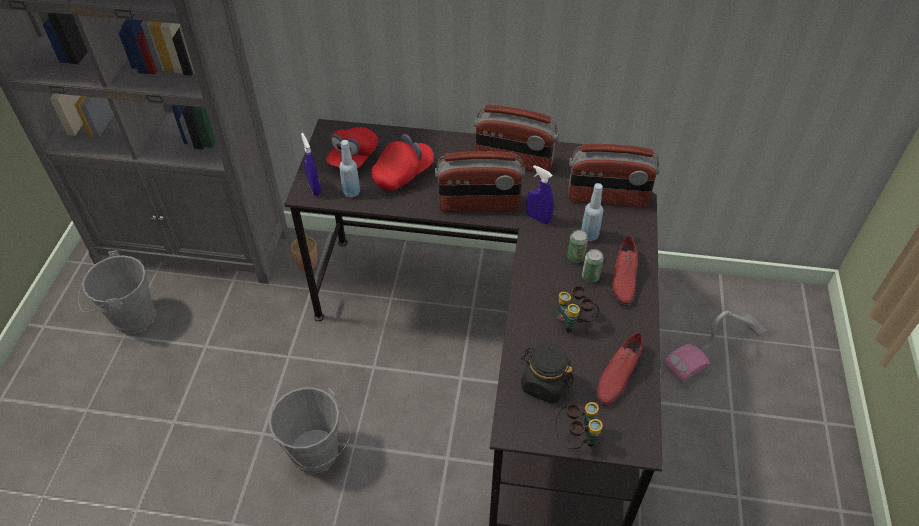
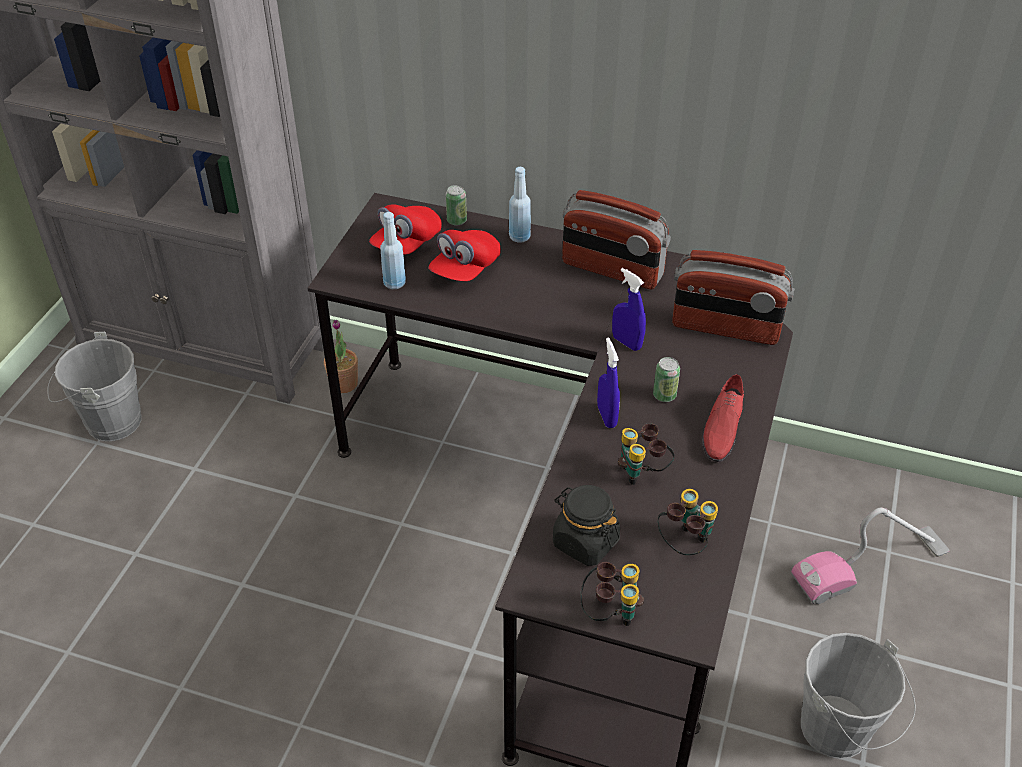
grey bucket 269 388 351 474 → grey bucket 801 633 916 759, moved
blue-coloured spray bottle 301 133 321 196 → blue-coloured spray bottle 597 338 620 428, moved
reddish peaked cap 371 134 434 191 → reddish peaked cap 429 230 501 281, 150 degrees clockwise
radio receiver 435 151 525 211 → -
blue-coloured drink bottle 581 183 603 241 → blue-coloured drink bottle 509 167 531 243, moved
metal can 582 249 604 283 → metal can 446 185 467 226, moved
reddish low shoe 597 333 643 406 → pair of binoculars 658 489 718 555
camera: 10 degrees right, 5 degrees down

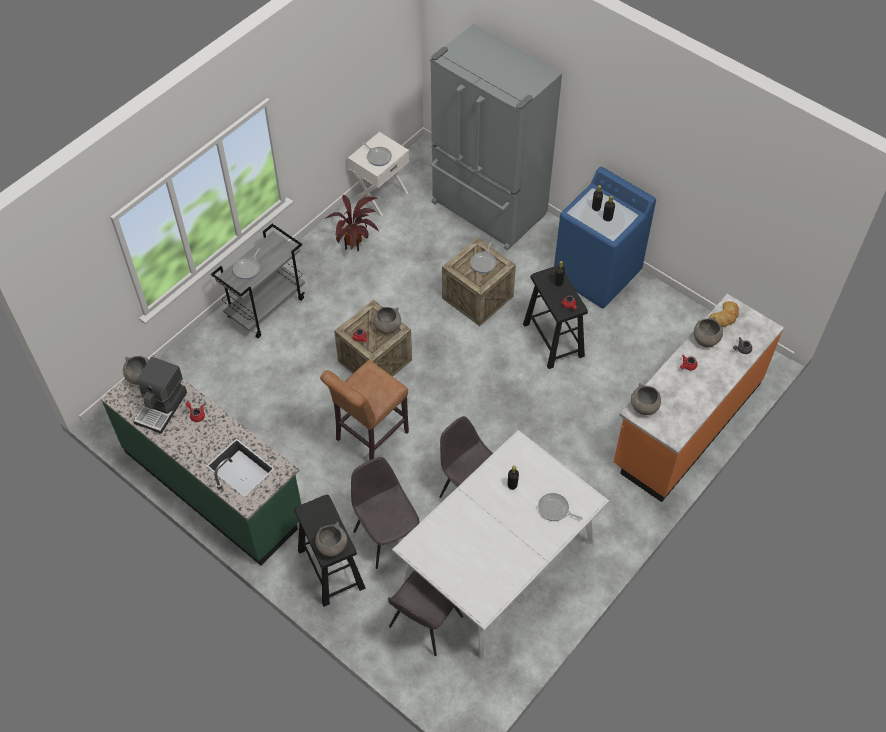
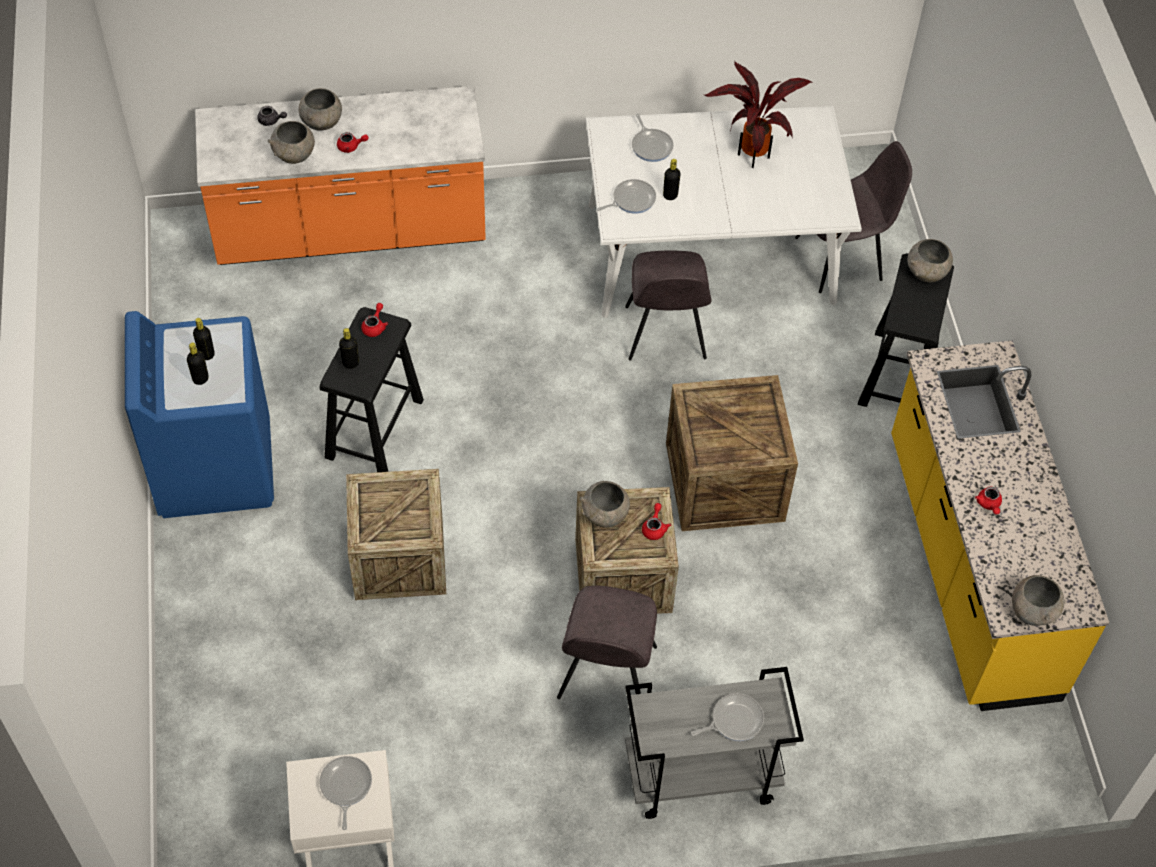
greenish counter 101 355 302 565 → yellow-coloured counter 891 340 1109 711
coffee maker 133 357 187 434 → -
brown sitting stool 320 360 409 460 → shipping crate 666 375 798 531
houseplant 326 194 379 251 → houseplant 704 62 813 168, moved
grey plain chair 351 457 419 569 → grey plain chair 557 586 657 699, moved
grey fridge 430 24 562 251 → -
skillet 470 242 496 273 → skillet 597 179 656 214, moved
grey deep dish 631 383 661 415 → grey deep dish 299 88 342 130, moved
bakery bread 709 301 739 327 → -
camera: 140 degrees left, 0 degrees up

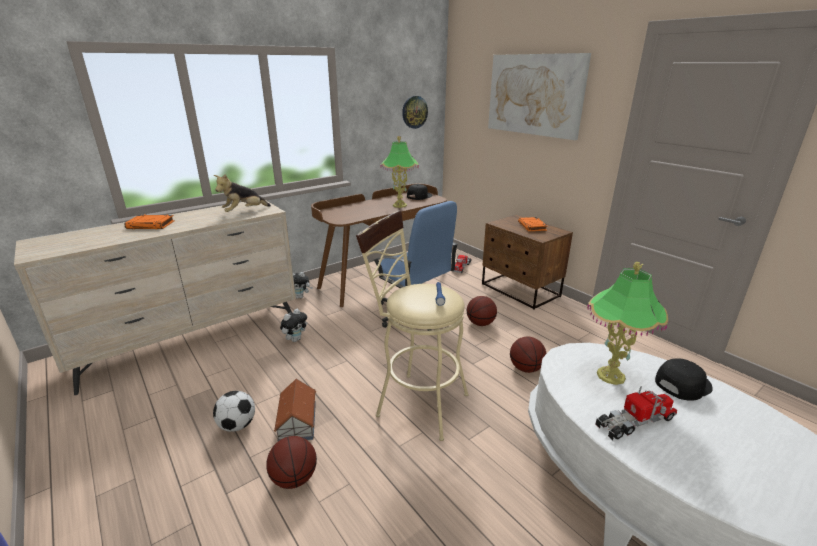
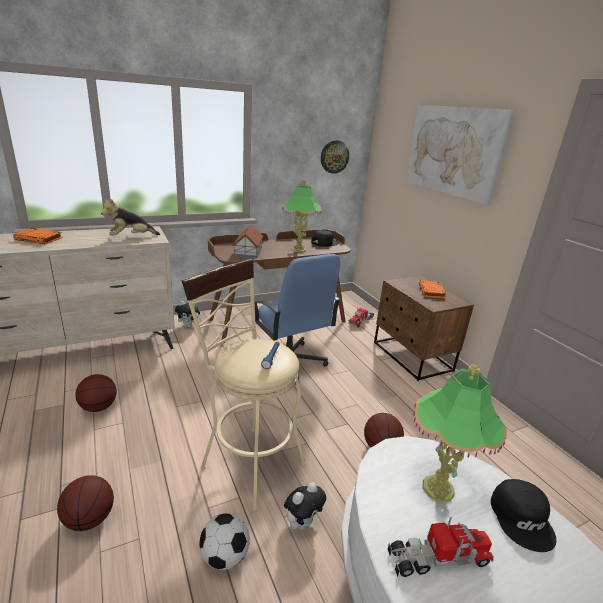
football ball 213 391 255 432 → football ball 200 513 250 570, moved
toy house 274 379 316 441 → toy house 232 224 264 259, moved
soft toy 280 309 307 342 → soft toy 284 482 326 530, moved
basketball ball 467 296 497 326 → basketball ball 75 374 117 412, moved
black peaked cap 655 358 713 401 → black peaked cap 491 479 556 552, 105 degrees clockwise
camera: 10 degrees right, 0 degrees up

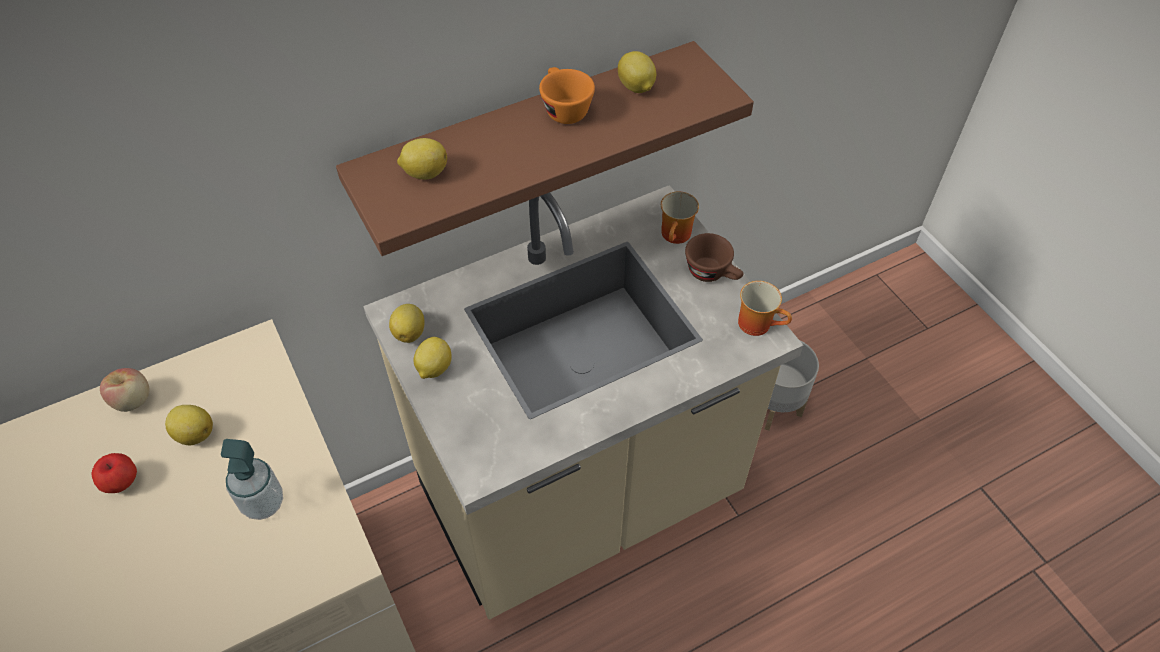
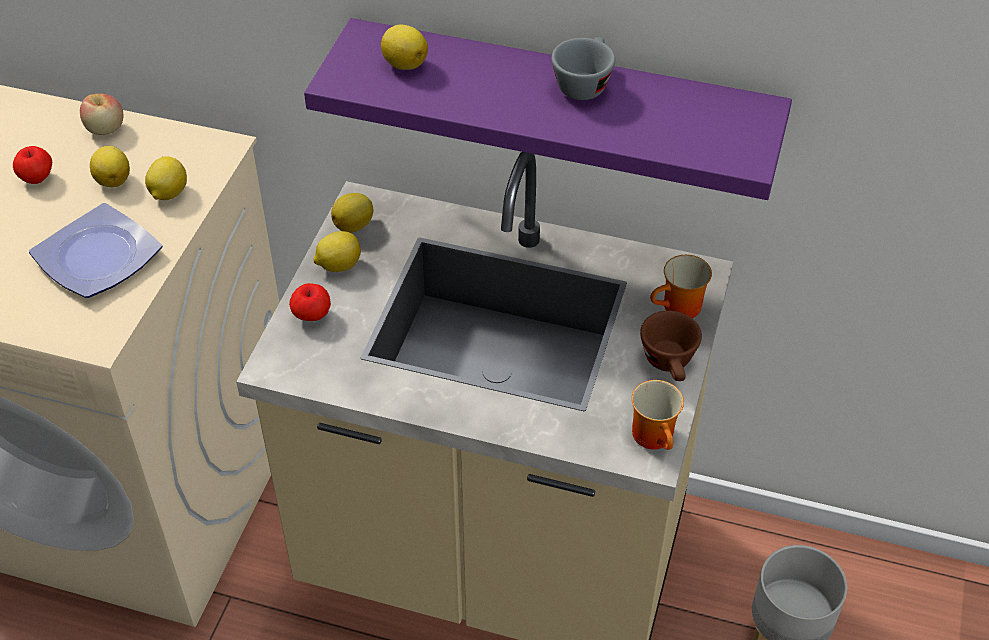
soap bottle 221 439 283 520 → dinner plate 29 203 162 298
brown bracket shelf 336 41 754 256 → purple-coloured bracket shelf 304 18 792 200
orangey small cup 539 67 595 124 → grey small cup 551 37 615 100
citrus fruit 618 51 656 93 → citrus fruit 145 156 187 200, moved
- → apple fruit 289 283 331 321
camera: 45 degrees right, 5 degrees down

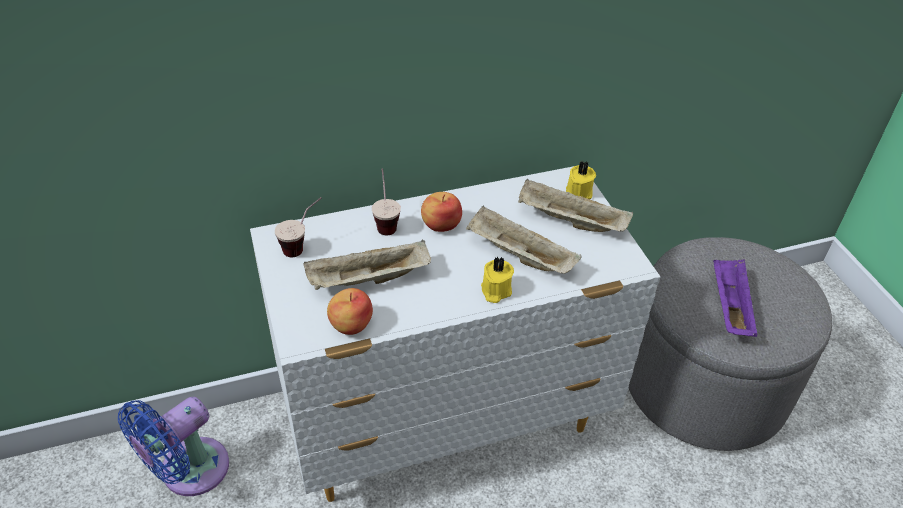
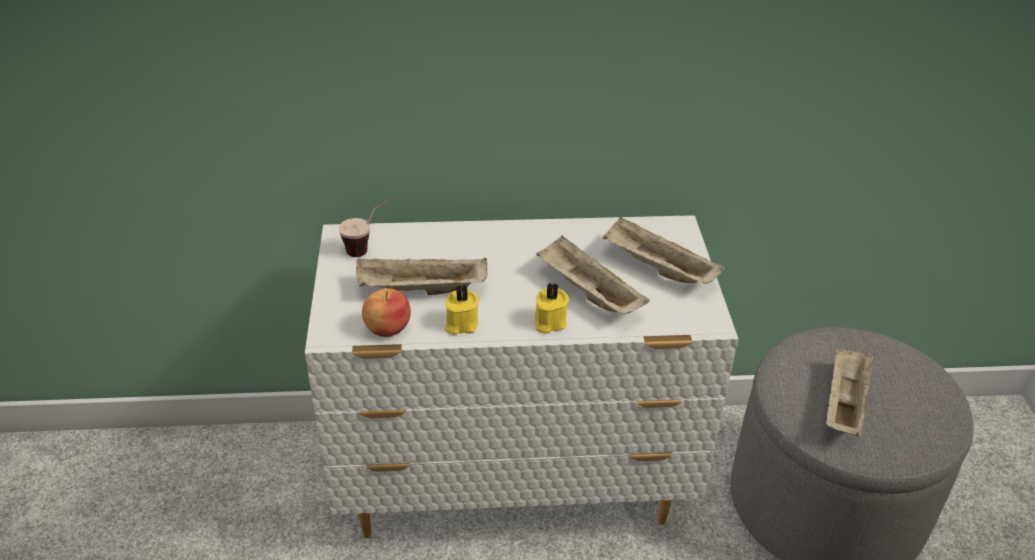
blue-coloured cooling fan 118 397 229 496 → -
small cup 372 168 401 235 → -
apple fruit 421 192 462 232 → -
yellow-coloured candle 566 161 596 199 → yellow-coloured candle 444 284 479 335, moved
purple-coloured carrying tray 713 259 757 337 → beige-coloured carrying tray 826 347 875 437
camera: 15 degrees right, 5 degrees down

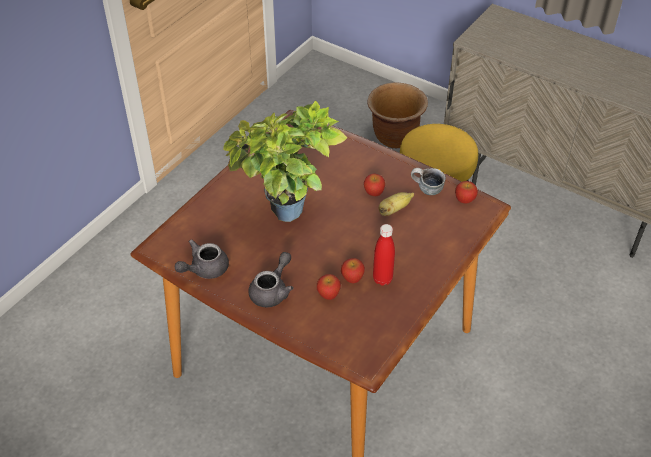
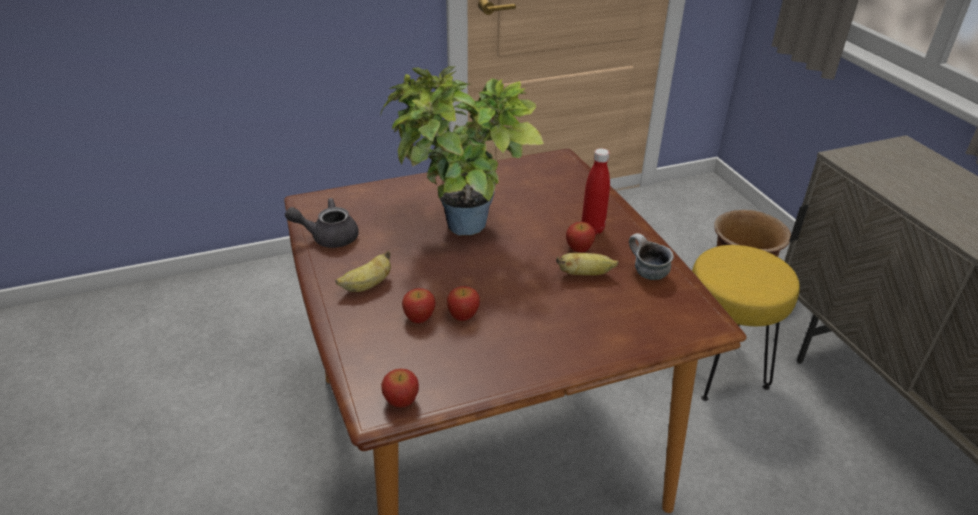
grey teapot 248 252 294 307 → banana fruit 335 251 391 292
reddish drink bottle 373 224 395 286 → reddish drink bottle 582 148 610 235, moved
apple fruit 455 181 478 203 → apple fruit 381 369 419 408, moved
camera: 35 degrees right, 10 degrees down

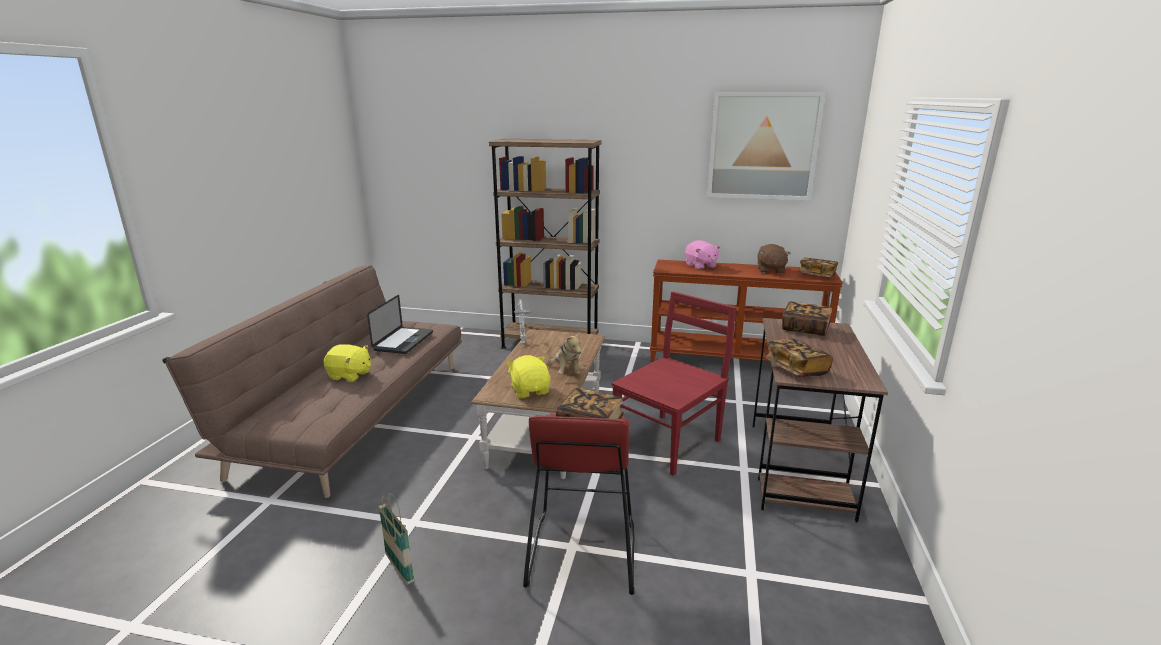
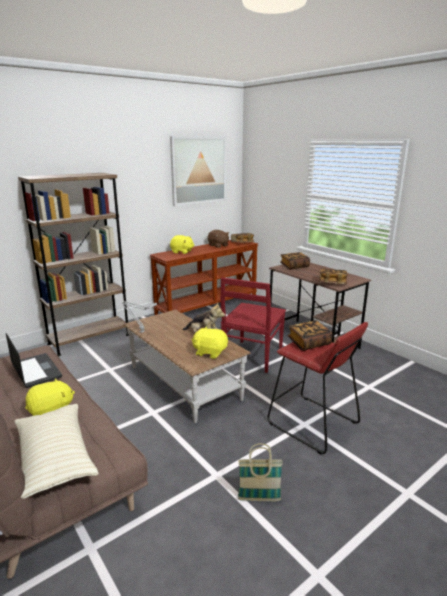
reddish plain chair 612 291 736 476 → reddish plain chair 221 277 286 373, 150 degrees counterclockwise
pink soft toy 685 240 720 270 → yellow-coloured soft toy 170 235 195 254
- → beige-coloured throw pillow 14 404 99 499
camera: 50 degrees left, 0 degrees up

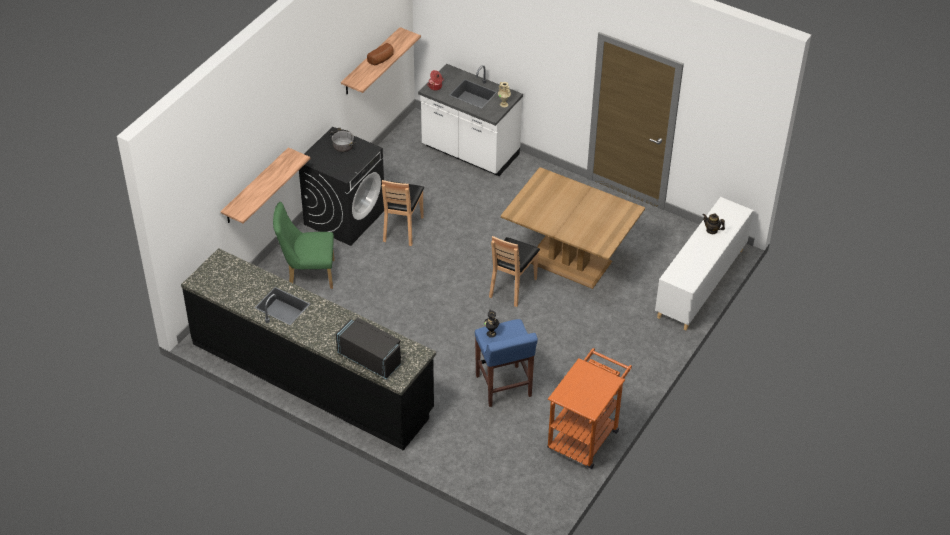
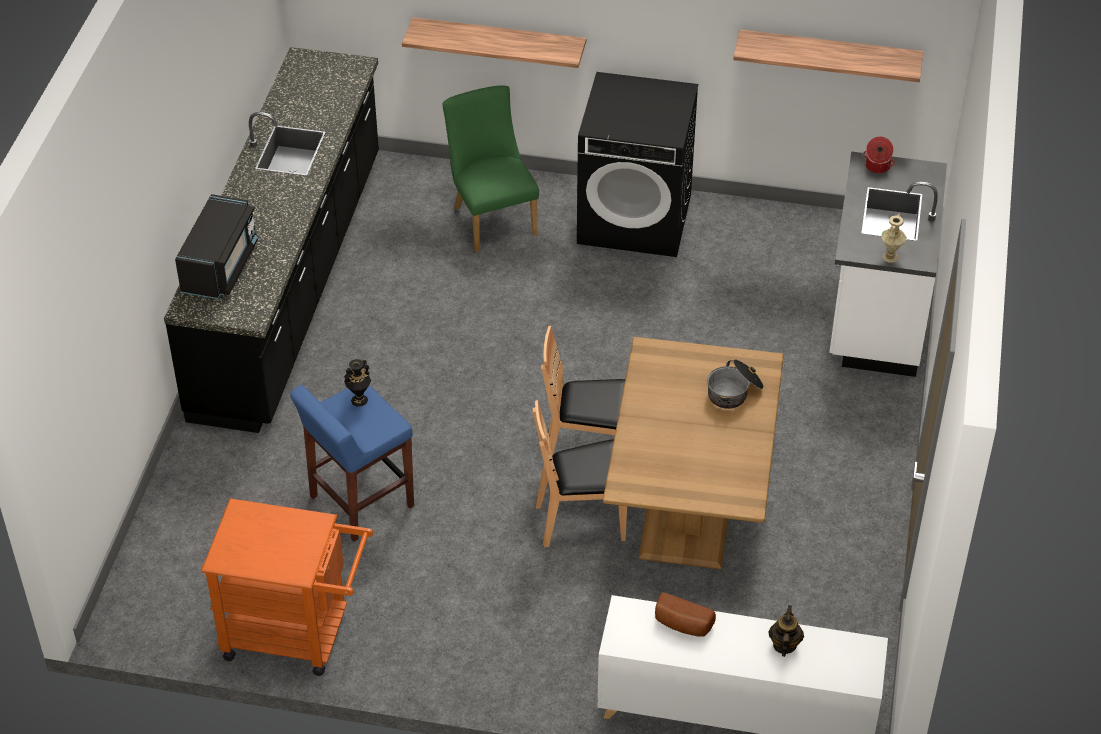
saucepot 329 128 356 152 → saucepot 707 359 764 409, moved
bakery bread 367 43 394 65 → bakery bread 655 592 716 637, moved
brown plain chair 382 180 424 246 → brown plain chair 533 400 627 547, moved
camera: 70 degrees right, 0 degrees up

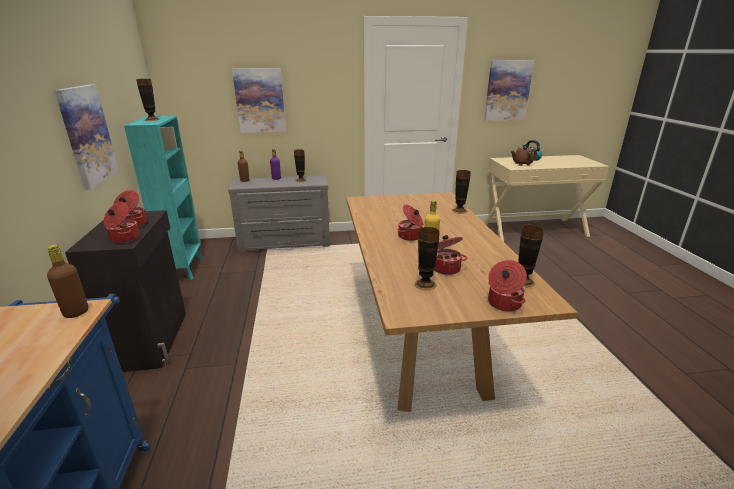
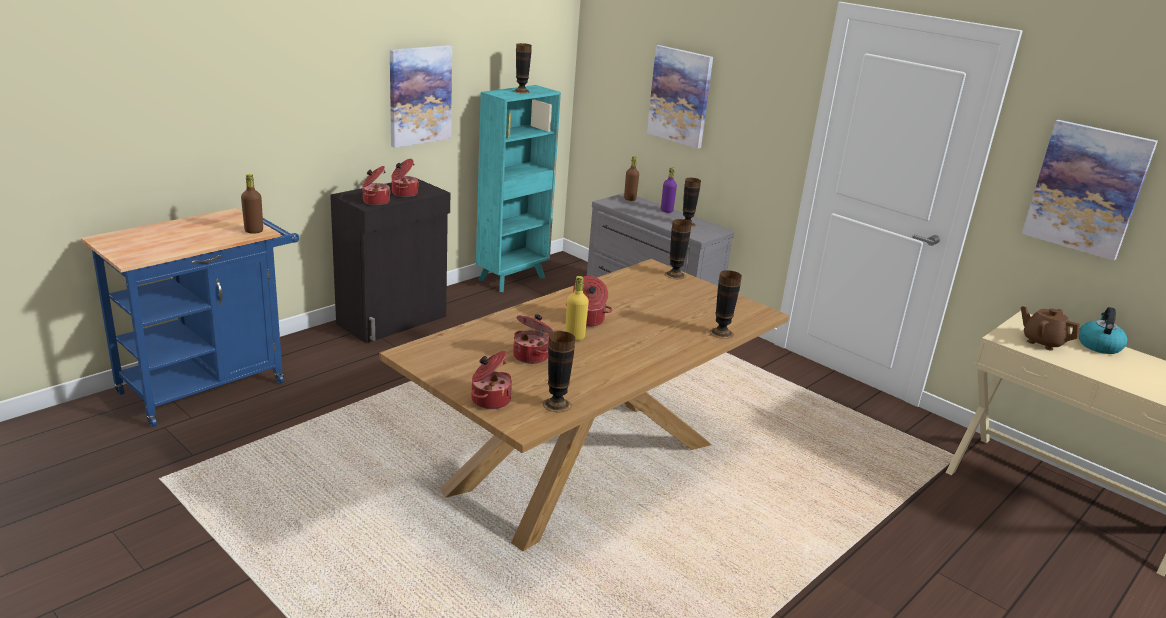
flower vase 414 227 440 290 → flower vase 665 219 692 279, moved
camera: 50 degrees right, 0 degrees up

